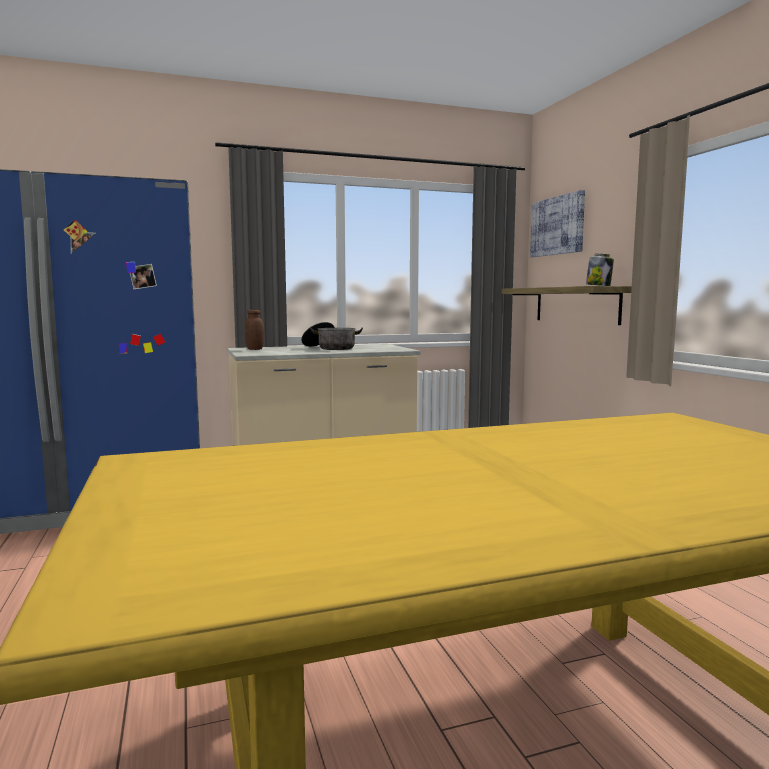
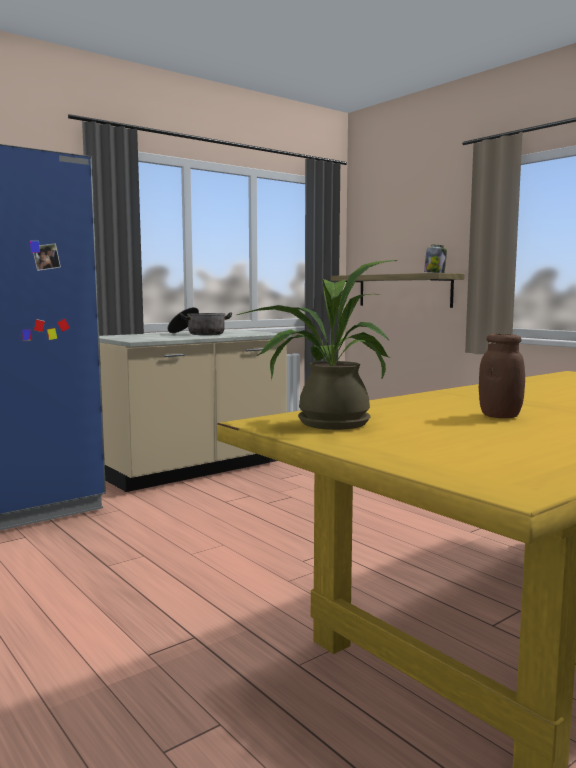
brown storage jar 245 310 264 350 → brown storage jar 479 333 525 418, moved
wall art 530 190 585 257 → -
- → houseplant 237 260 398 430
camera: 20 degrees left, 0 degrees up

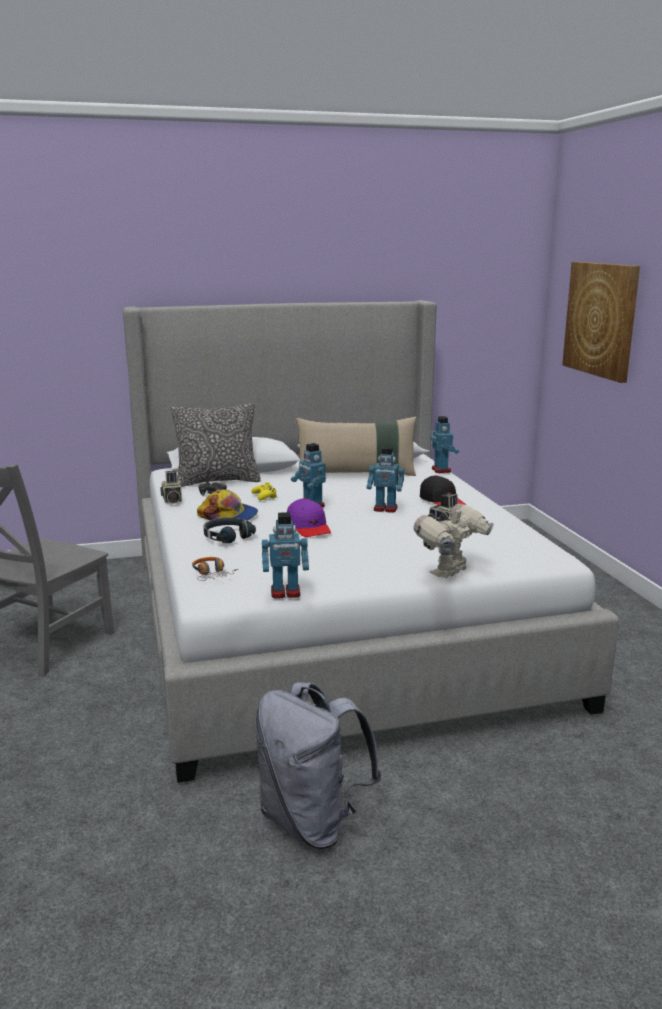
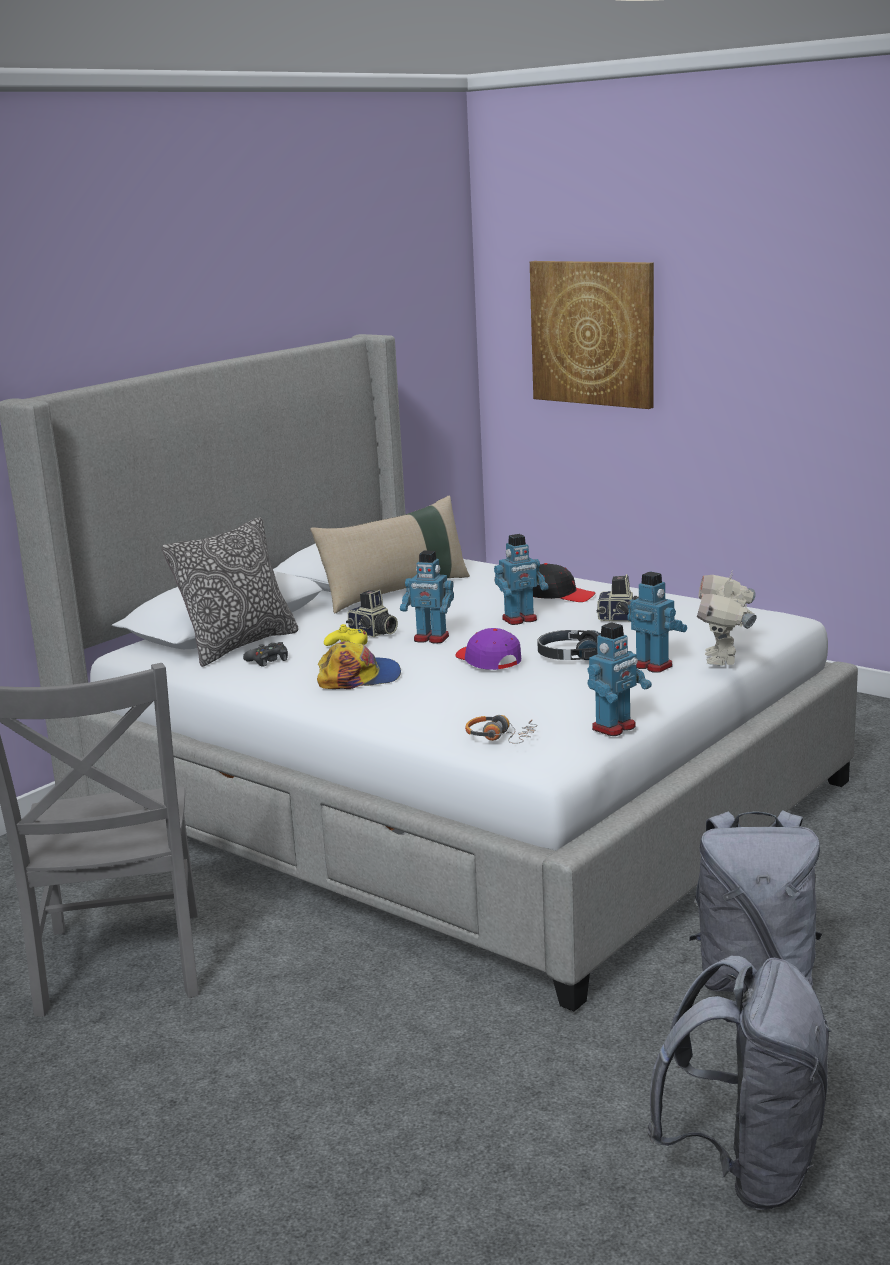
photo camera 160 471 182 504 → photo camera 346 590 398 637, moved
black headset 204 517 256 543 → black headset 537 630 601 660, moved
purple-coloured peaked cap 287 498 331 537 → purple-coloured peaked cap 455 628 521 670, 150 degrees counterclockwise
robot figure 430 416 459 473 → robot figure 627 571 687 673, moved
- → grey backpack 647 956 832 1210
camera: 35 degrees left, 0 degrees up

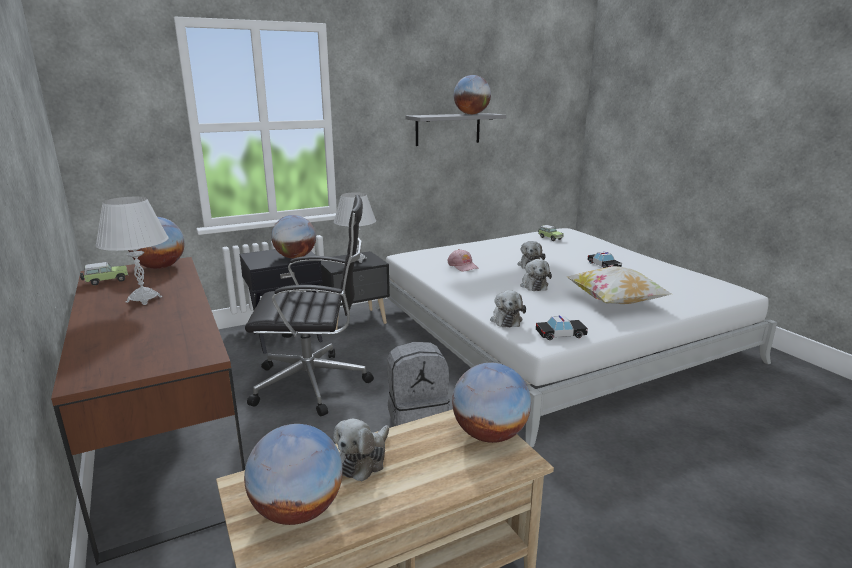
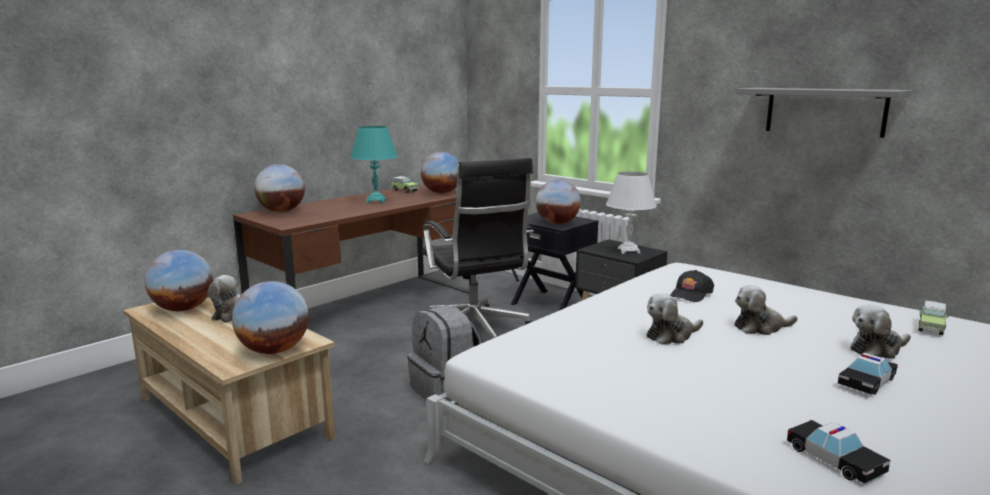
whitish lamp for a table 95 197 169 305 → turquoise-coloured lamp for a table 350 126 398 203
pink peaked cap 447 249 479 271 → black peaked cap 670 270 714 302
world globe 454 75 491 114 → world globe 254 164 305 212, moved
soft toy 490 290 526 327 → soft toy 850 305 911 359, moved
miniature car 536 316 588 340 → miniature car 787 420 890 484, moved
throw pillow 567 266 671 304 → -
camera: 70 degrees right, 5 degrees down

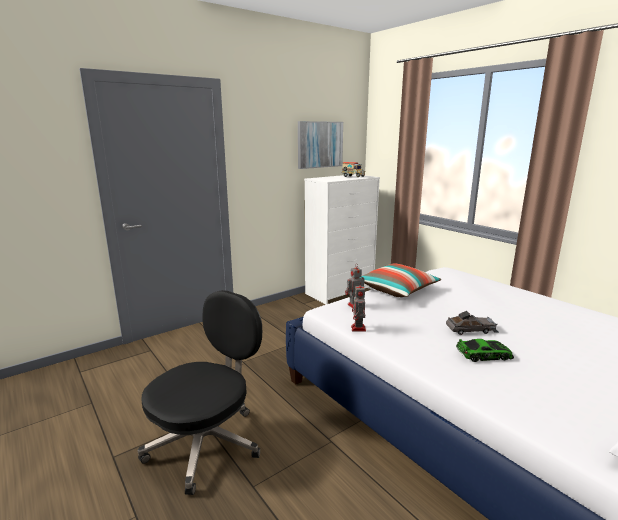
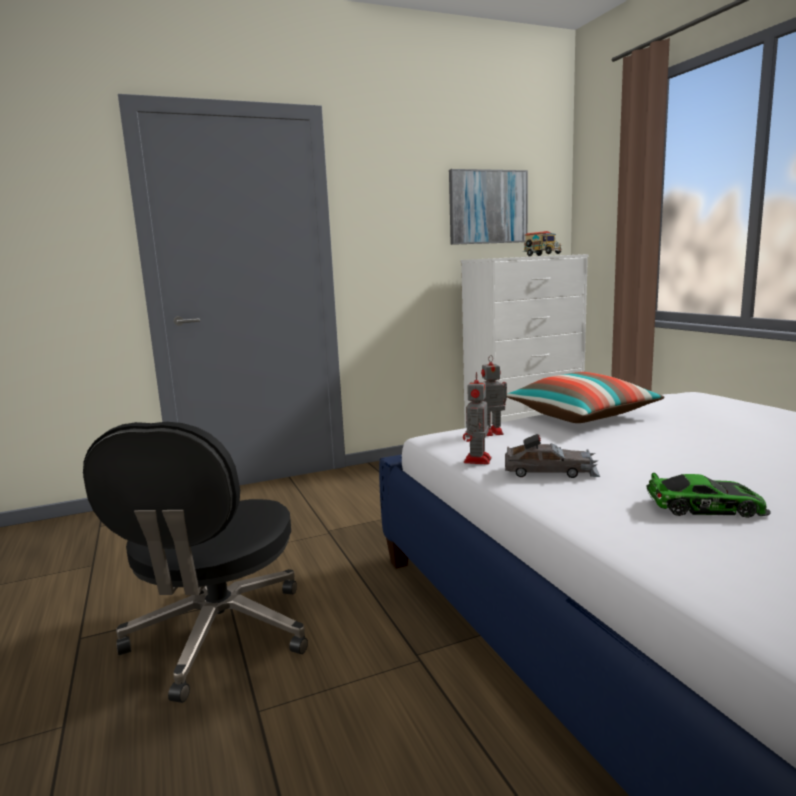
black computer chair 138 290 262 495 → black computer chair 83 422 308 703, 135 degrees clockwise
grey miniature car 446 311 498 335 → grey miniature car 505 434 600 478, moved
camera: 15 degrees right, 5 degrees down

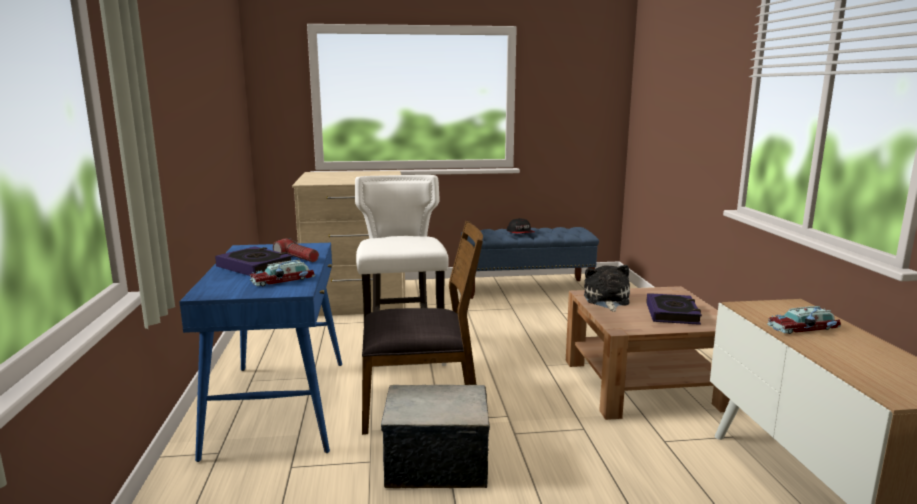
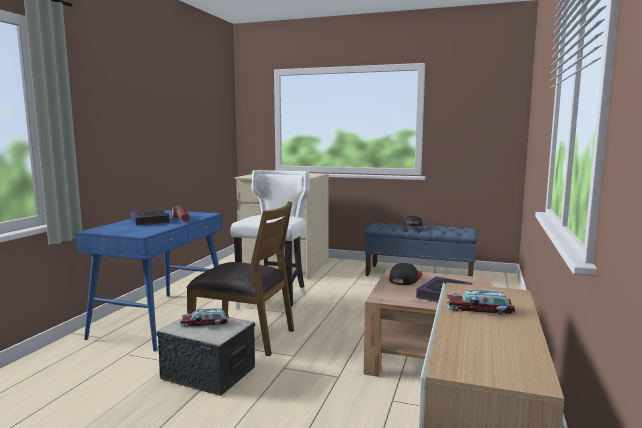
miniature car 250 260 315 286 → miniature car 180 308 229 327, moved
soft toy 584 265 630 312 → peaked cap 389 263 422 285
camera: 25 degrees right, 5 degrees down

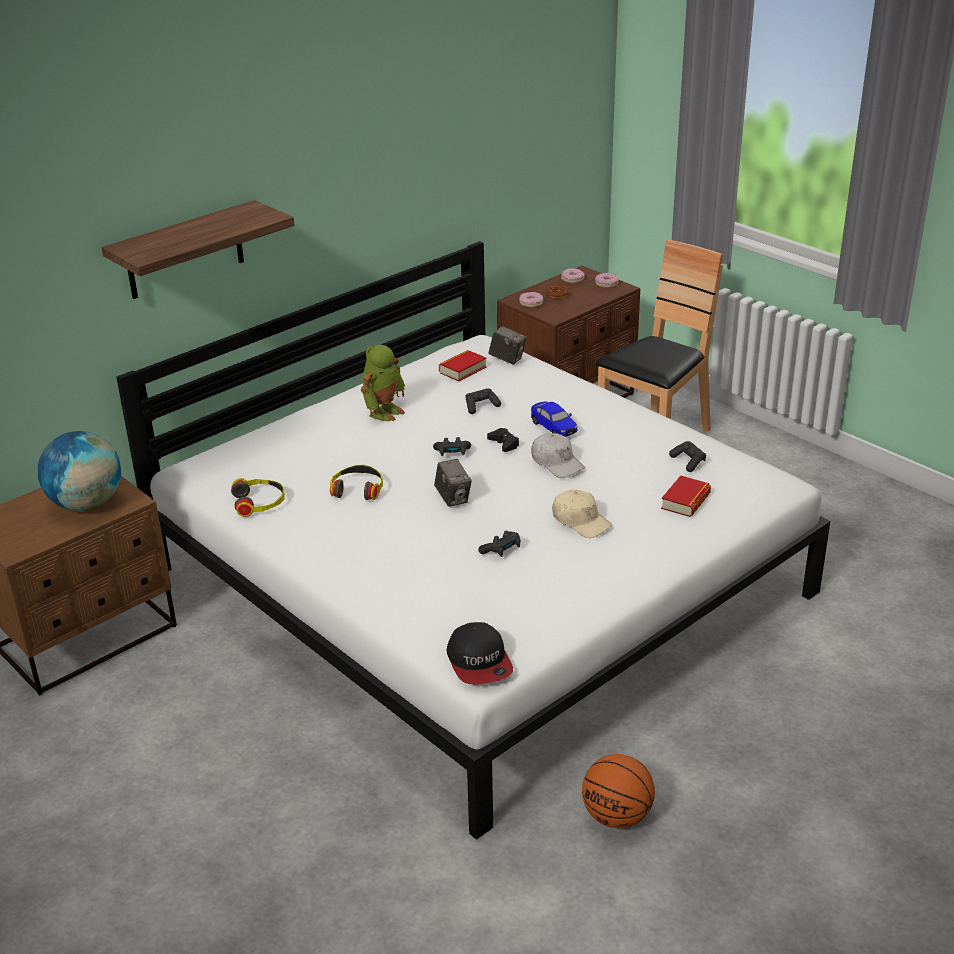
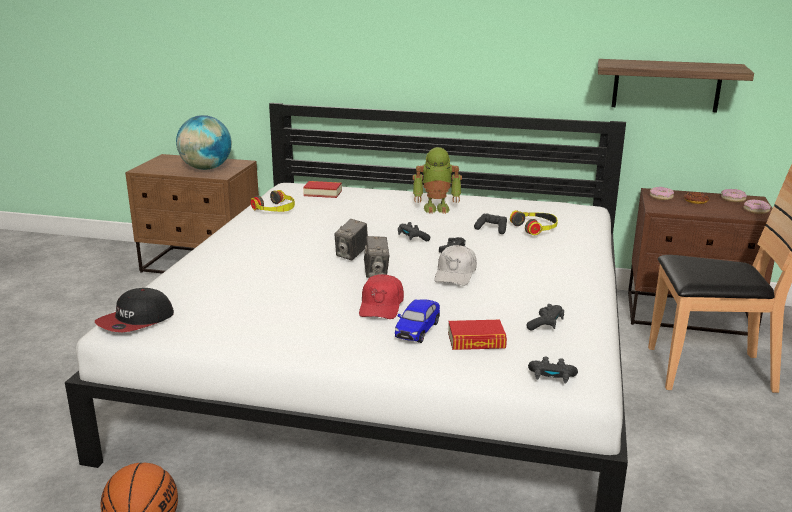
bracket shelf 101 200 294 299 → bracket shelf 598 59 754 112, moved
headset 330 465 383 500 → headset 510 210 558 235, moved
bound book 439 350 487 381 → bound book 303 181 342 198, moved
black joypad 478 531 521 557 → black joypad 528 356 578 384, moved
photo camera 489 326 527 364 → photo camera 364 236 389 278, moved
miniature car 531 402 577 437 → miniature car 395 299 440 343, moved
beige-coloured peaked cap 552 490 612 538 → reddish peaked cap 359 274 404 319
camera: 55 degrees right, 10 degrees down

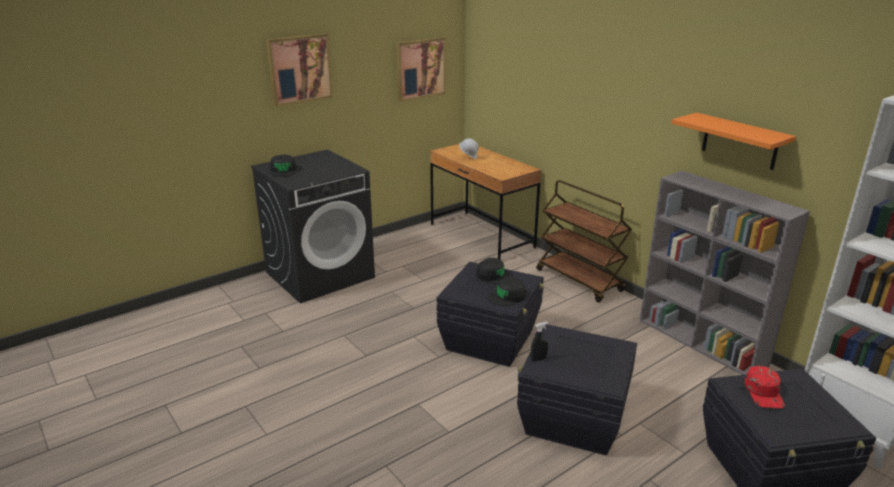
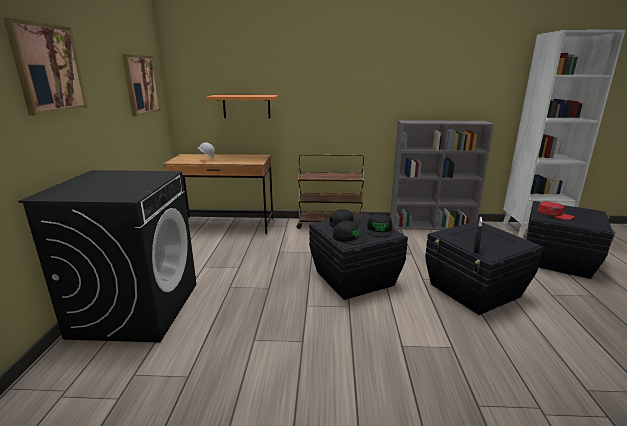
black peaked cap 270 155 296 177 → black peaked cap 333 221 368 244, moved
orangey bracket shelf 672 113 796 170 → orangey bracket shelf 206 95 278 118, moved
camera: 50 degrees left, 5 degrees down

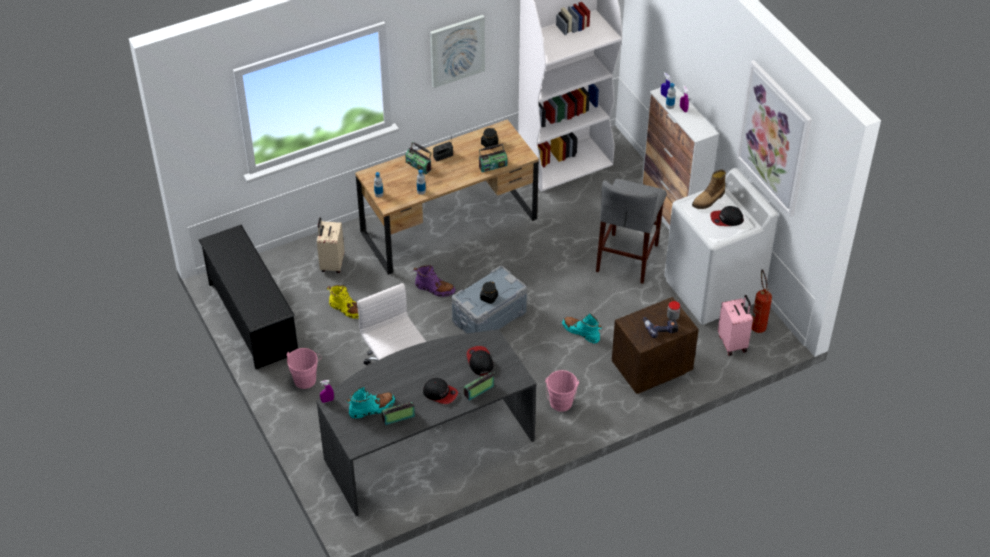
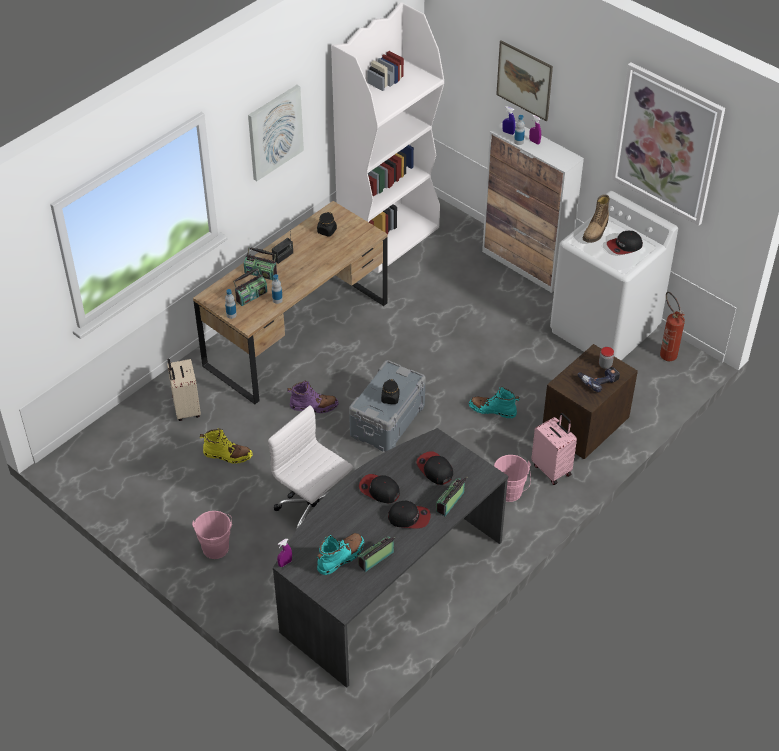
black shoe shelf 199 225 298 369 → -
radio receiver 479 144 507 172 → radio receiver 233 267 267 306, moved
grey sitting stool 596 179 667 284 → -
pink travel case 718 295 753 356 → pink travel case 531 413 577 485, moved
- → peaked cap 359 474 400 503
- → wall art 496 40 553 121
camera: 20 degrees left, 0 degrees up

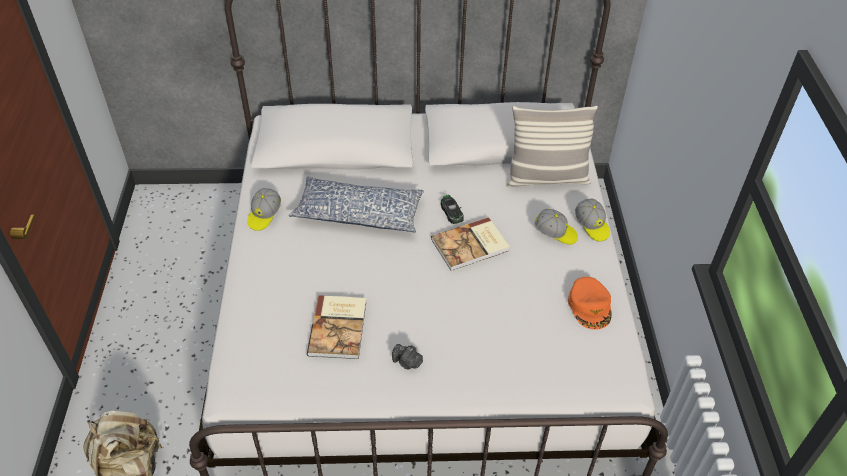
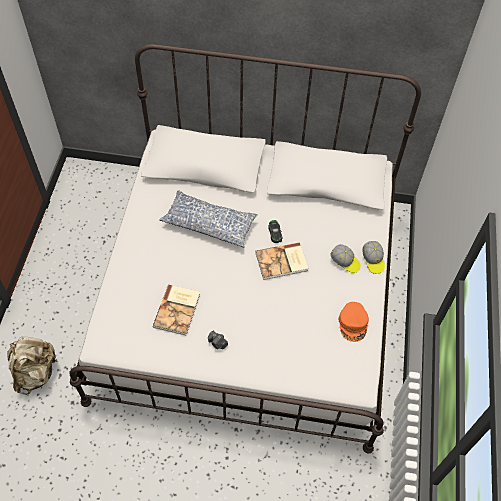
peaked cap 247 188 281 231 → -
throw pillow 507 106 598 187 → -
camera: 10 degrees right, 10 degrees up

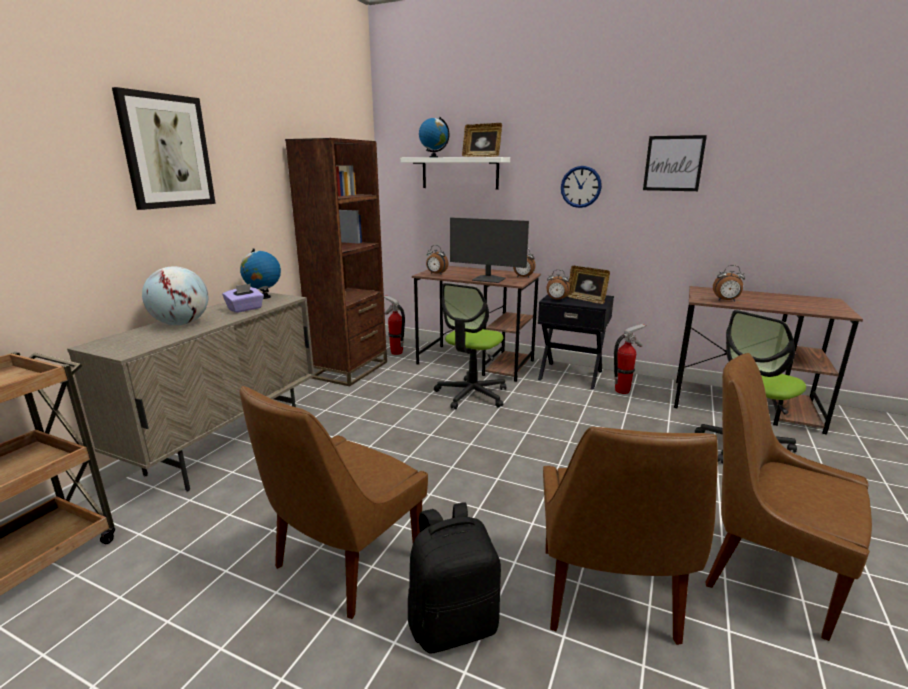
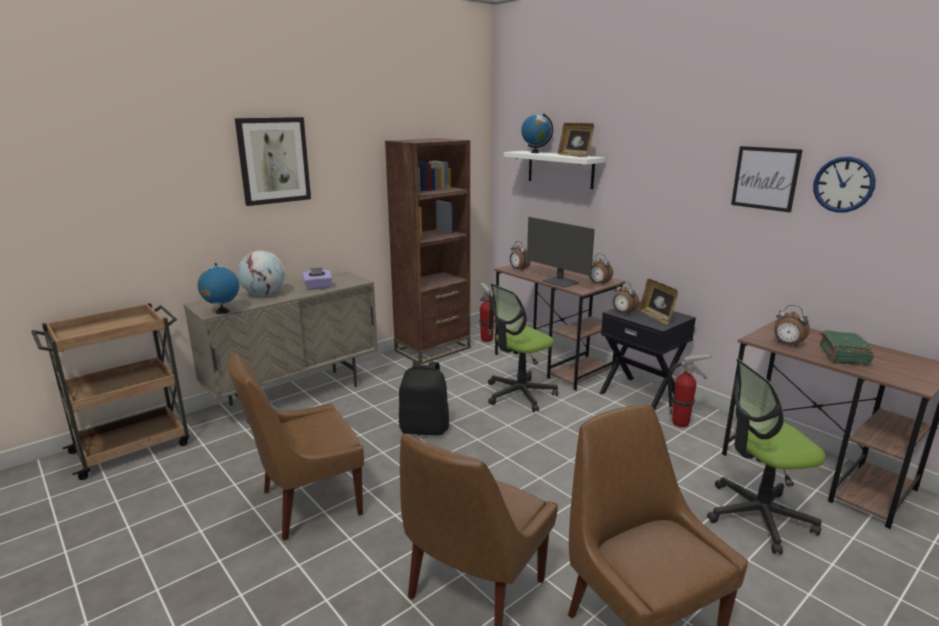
world globe 240 249 281 299 → world globe 198 263 239 314, moved
black backpack 408 502 501 654 → black backpack 399 361 449 436, moved
hanging clock 561 166 602 208 → hanging clock 813 157 876 213, moved
- → greenish bound book 820 330 874 366
camera: 25 degrees right, 0 degrees up

